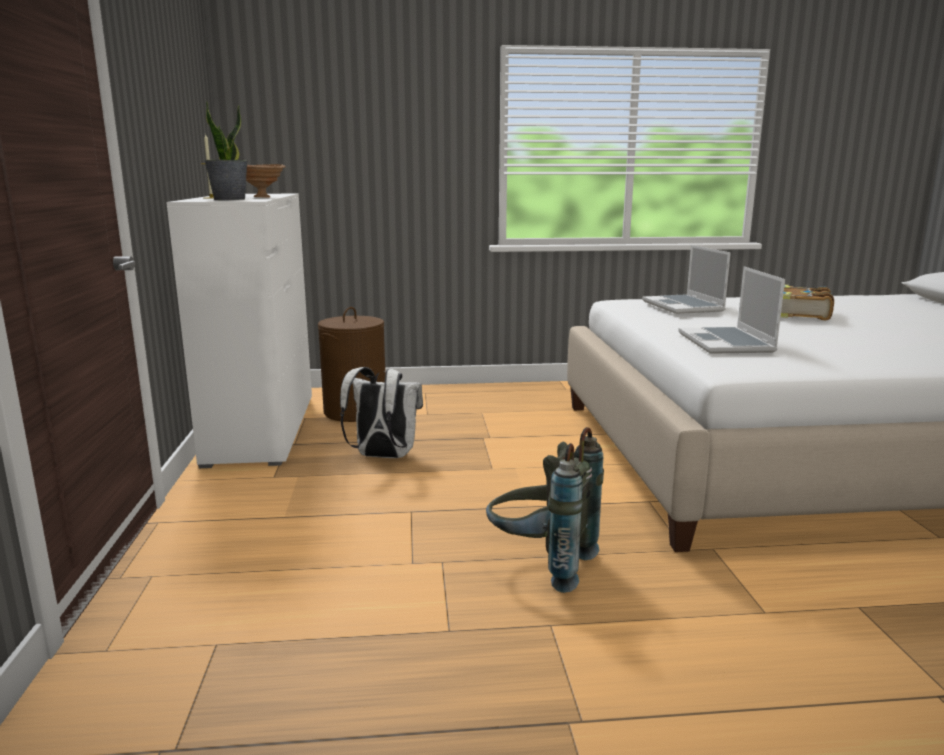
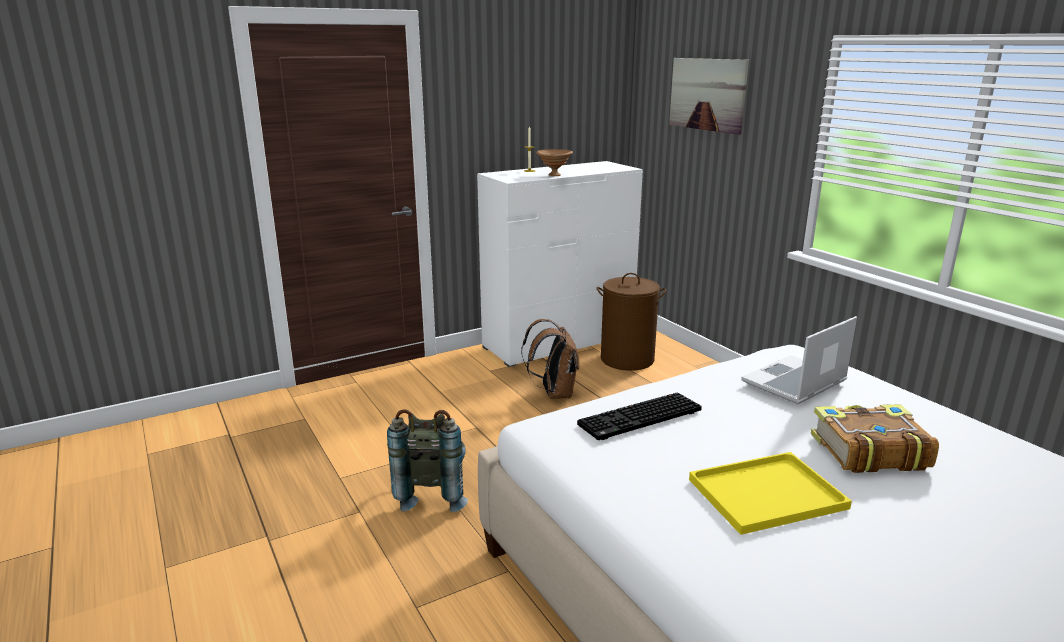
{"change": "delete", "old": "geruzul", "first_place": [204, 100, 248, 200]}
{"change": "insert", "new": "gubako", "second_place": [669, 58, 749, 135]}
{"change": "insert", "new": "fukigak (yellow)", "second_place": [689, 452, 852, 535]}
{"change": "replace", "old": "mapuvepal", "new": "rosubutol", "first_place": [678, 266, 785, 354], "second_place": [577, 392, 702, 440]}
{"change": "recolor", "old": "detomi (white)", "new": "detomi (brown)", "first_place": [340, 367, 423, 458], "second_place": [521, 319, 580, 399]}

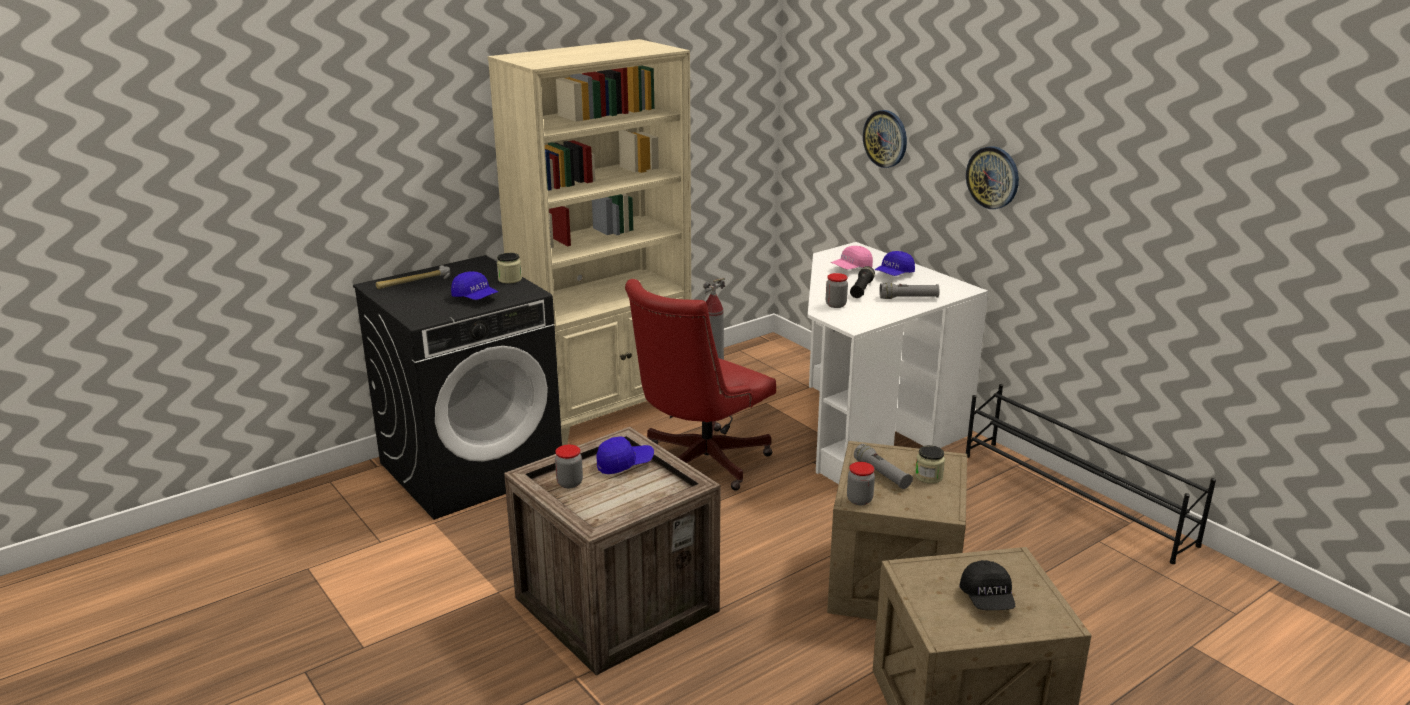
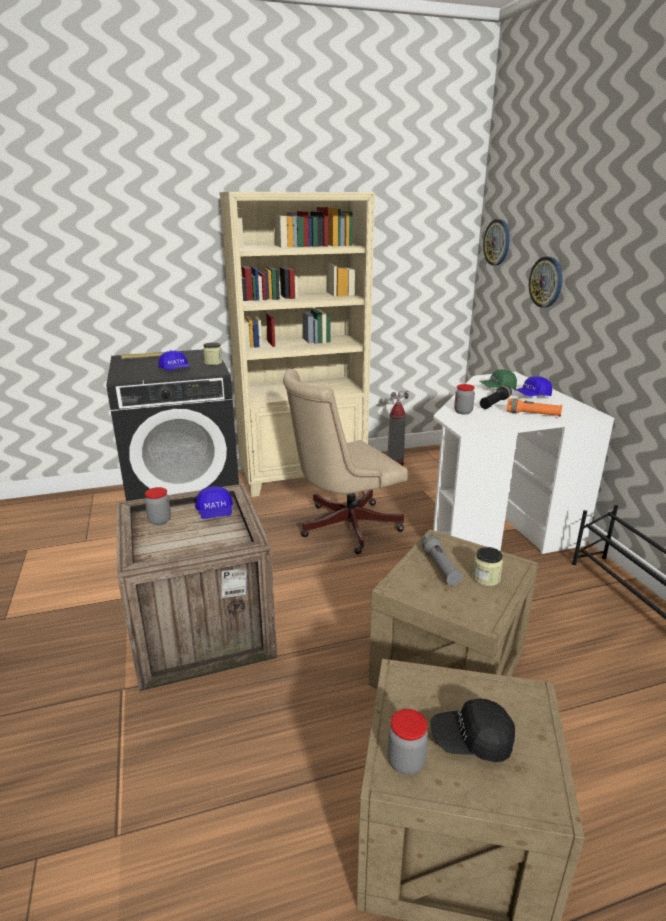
{"change": "move", "old": "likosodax", "first_place": [847, 462, 875, 505], "second_place": [388, 709, 428, 775]}
{"change": "move", "old": "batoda", "first_place": [966, 146, 1019, 209], "second_place": [483, 219, 510, 266]}
{"change": "recolor", "old": "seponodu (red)", "new": "seponodu (beige)", "first_place": [625, 279, 776, 491], "second_place": [283, 369, 408, 554]}
{"change": "recolor", "old": "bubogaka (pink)", "new": "bubogaka (green)", "first_place": [831, 246, 873, 269], "second_place": [480, 370, 517, 389]}
{"change": "recolor", "old": "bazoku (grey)", "new": "bazoku (orange)", "first_place": [879, 283, 939, 299], "second_place": [507, 398, 562, 417]}
{"change": "rotate", "old": "bubogaka (blue)", "first_place": [596, 436, 654, 474], "second_place": [195, 486, 233, 519], "degrees": 75}
{"change": "rotate", "old": "bubogaka (black)", "first_place": [960, 560, 1015, 610], "second_place": [430, 698, 515, 762], "degrees": 75}

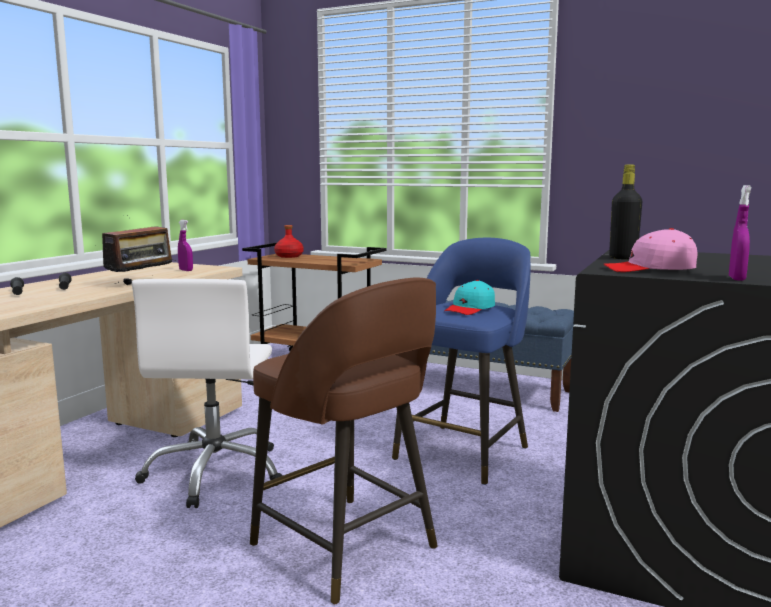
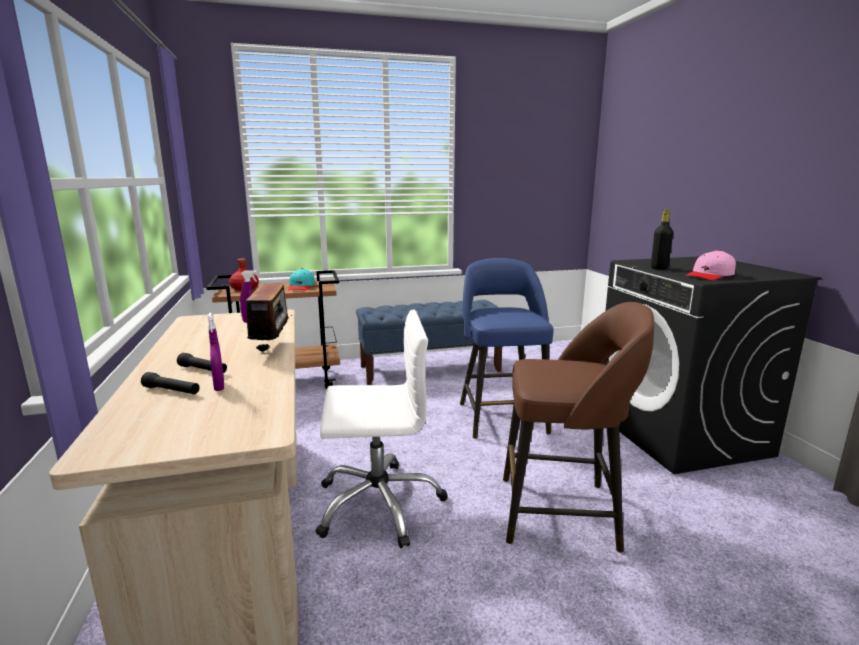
{"change": "move", "old": "bubogaka (turquoise)", "first_place": [444, 280, 495, 315], "second_place": [288, 268, 315, 290]}
{"change": "move", "old": "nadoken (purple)", "first_place": [729, 185, 751, 281], "second_place": [208, 313, 224, 391]}
{"change": "rotate", "old": "seponodu (white)", "first_place": [132, 279, 283, 508], "second_place": [315, 310, 448, 548], "degrees": -60}

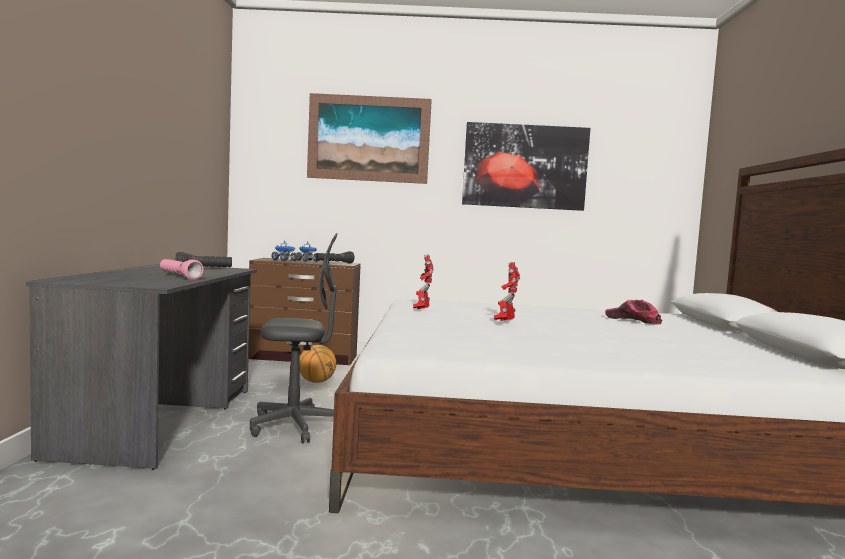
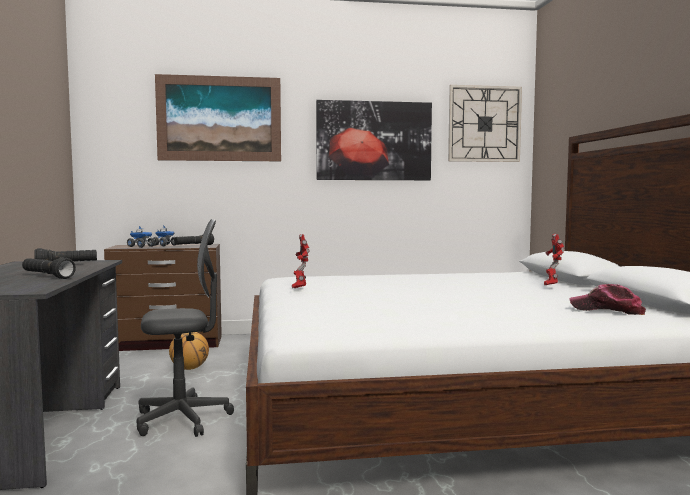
{"change": "insert", "new": "batoda", "second_place": [448, 85, 522, 162]}
{"change": "move", "old": "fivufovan", "first_place": [494, 262, 520, 321], "second_place": [544, 234, 565, 285]}
{"change": "move", "old": "bubogaka", "first_place": [605, 300, 662, 325], "second_place": [570, 284, 646, 315]}
{"change": "recolor", "old": "bazoku (pink)", "new": "bazoku (black)", "first_place": [160, 259, 204, 280], "second_place": [22, 258, 76, 279]}

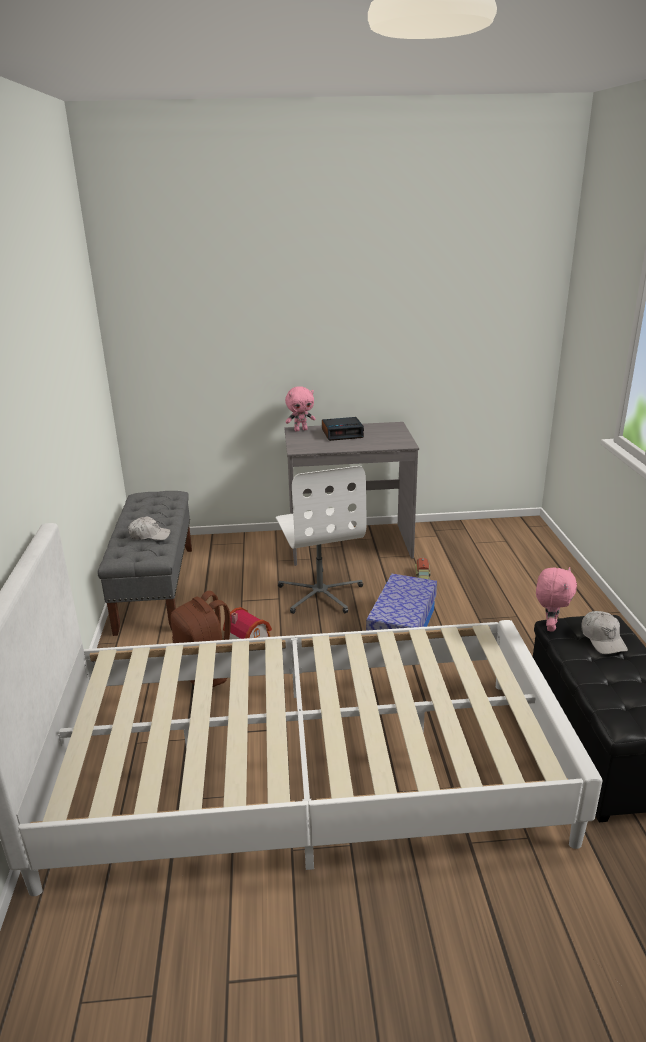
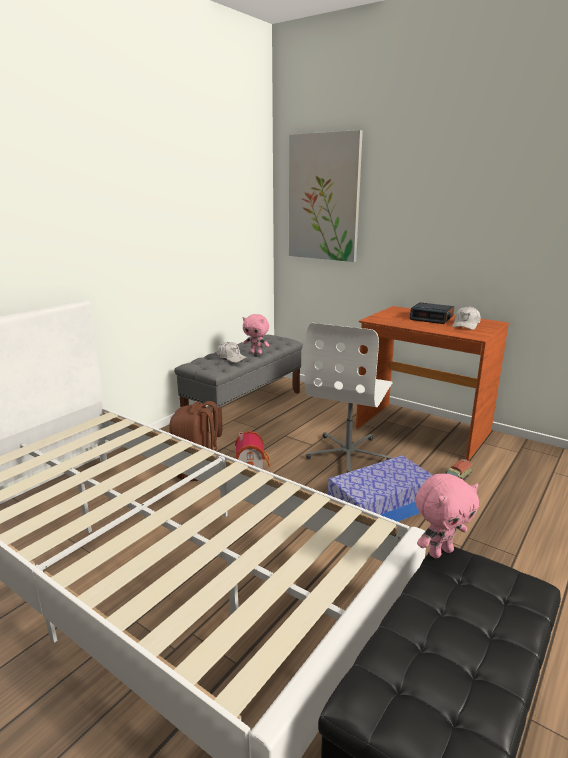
{"change": "insert", "new": "gubako", "second_place": [289, 130, 363, 262]}
{"change": "move", "old": "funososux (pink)", "first_place": [285, 386, 316, 431], "second_place": [243, 314, 269, 354]}
{"change": "move", "old": "bubogaka (white)", "first_place": [581, 611, 628, 654], "second_place": [452, 306, 481, 330]}
{"change": "recolor", "old": "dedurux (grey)", "new": "dedurux (brown)", "first_place": [284, 422, 419, 566], "second_place": [356, 306, 509, 461]}

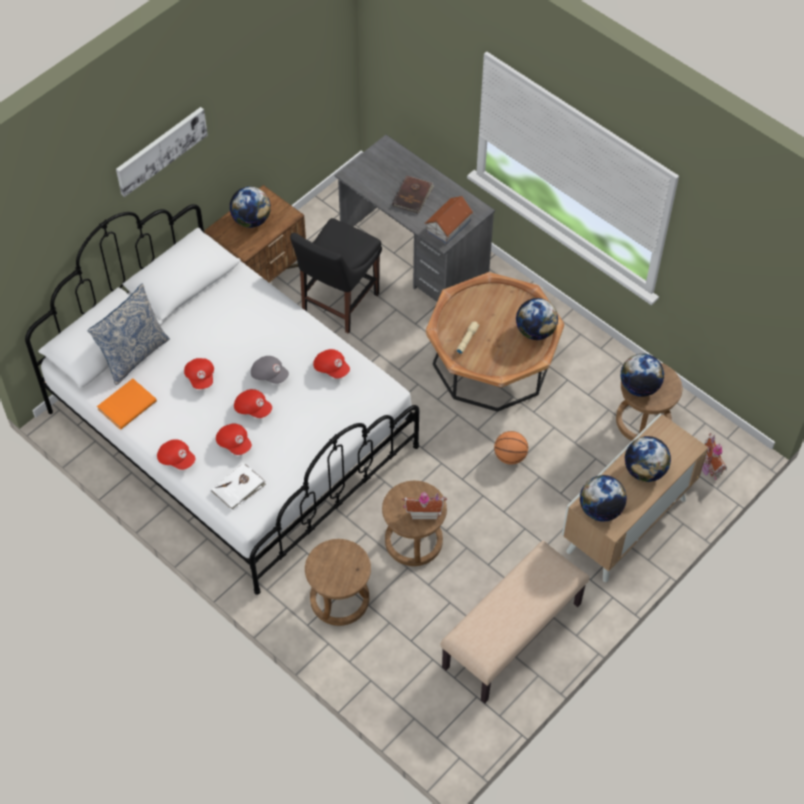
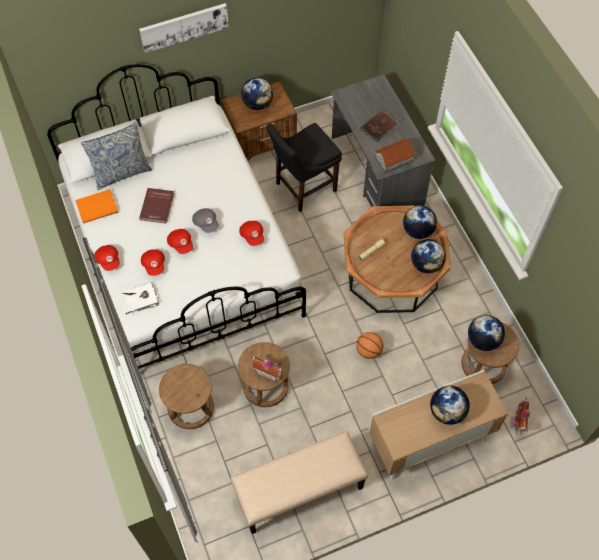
{"change": "move", "old": "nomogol", "first_place": [580, 475, 627, 522], "second_place": [403, 205, 437, 239]}
{"change": "replace", "old": "bubogaka (red)", "new": "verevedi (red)", "first_place": [184, 358, 214, 389], "second_place": [139, 188, 175, 224]}

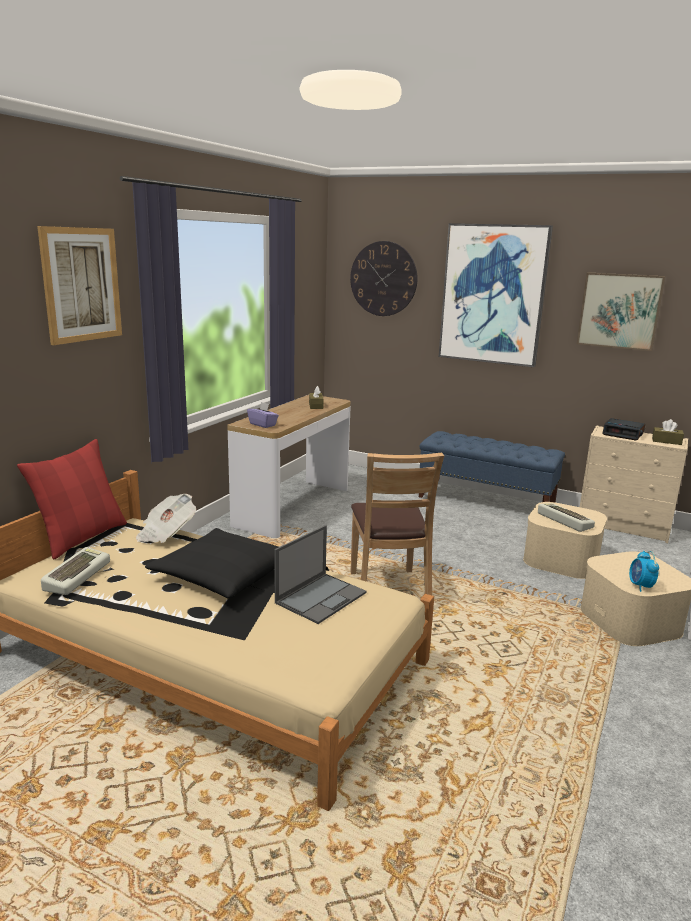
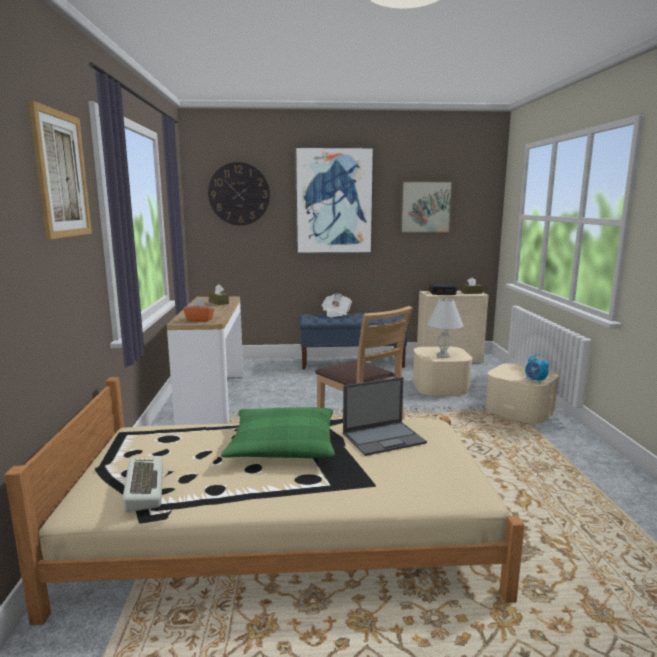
{"change": "delete", "old": "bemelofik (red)", "first_place": [17, 439, 127, 559]}
{"change": "move", "old": "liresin", "first_place": [136, 494, 196, 543], "second_place": [321, 294, 352, 317]}
{"change": "replace", "old": "rosubutol", "new": "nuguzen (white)", "first_place": [538, 503, 595, 532], "second_place": [427, 299, 464, 358]}
{"change": "recolor", "old": "bemelofik (black)", "new": "bemelofik (green)", "first_place": [145, 528, 278, 599], "second_place": [221, 407, 335, 458]}
{"change": "recolor", "old": "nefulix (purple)", "new": "nefulix (orange)", "first_place": [247, 402, 279, 428], "second_place": [183, 299, 214, 322]}
{"change": "rotate", "old": "mapuvepal", "first_place": [274, 525, 367, 624], "second_place": [343, 377, 427, 456], "degrees": 60}

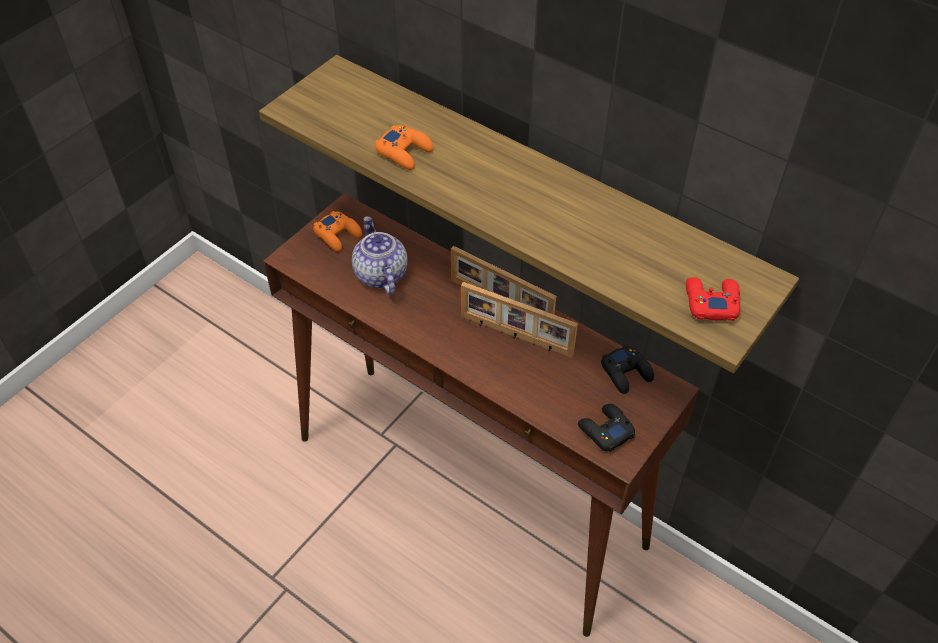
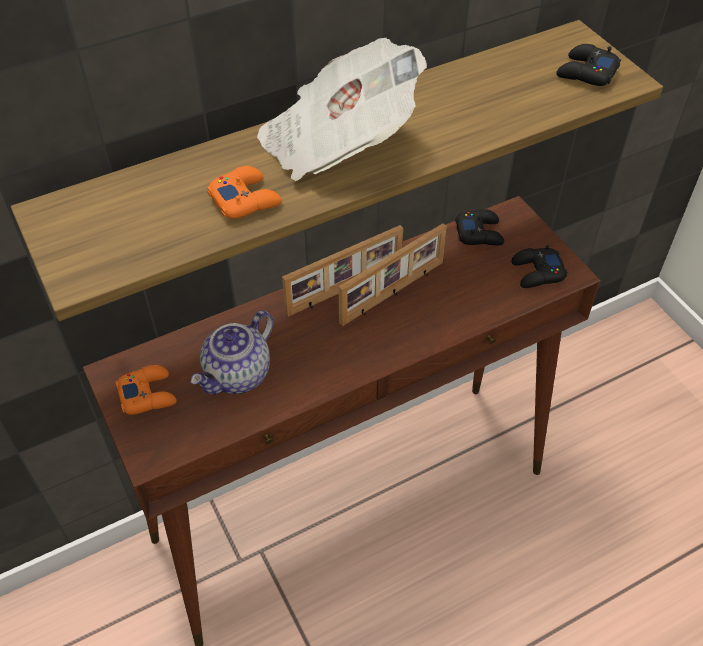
{"change": "insert", "new": "liresin", "second_place": [257, 38, 427, 181]}
{"change": "recolor", "old": "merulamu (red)", "new": "merulamu (black)", "first_place": [686, 277, 740, 321], "second_place": [556, 44, 621, 86]}
{"change": "rotate", "old": "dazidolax", "first_place": [352, 216, 408, 295], "second_place": [191, 310, 273, 395], "degrees": -60}

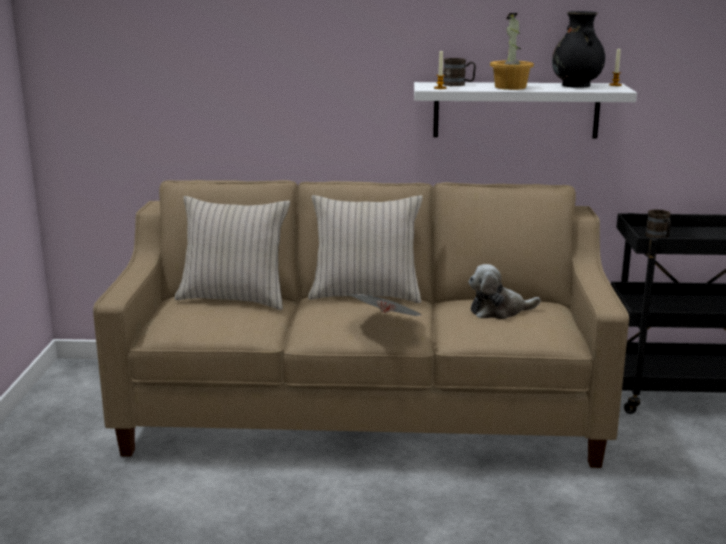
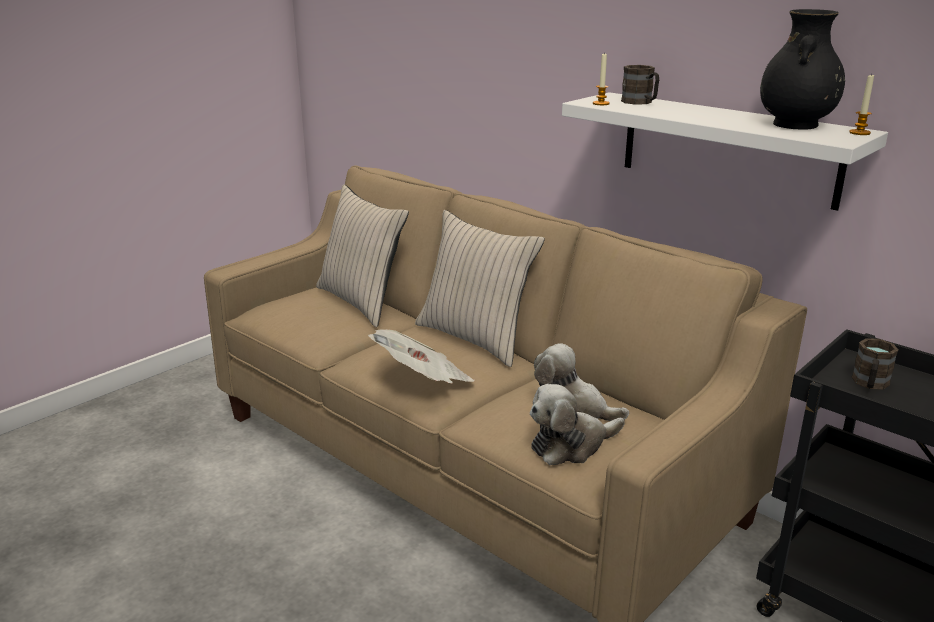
{"change": "delete", "old": "geruzul", "first_place": [490, 13, 534, 90]}
{"change": "insert", "new": "funososux", "second_place": [530, 384, 625, 465]}

